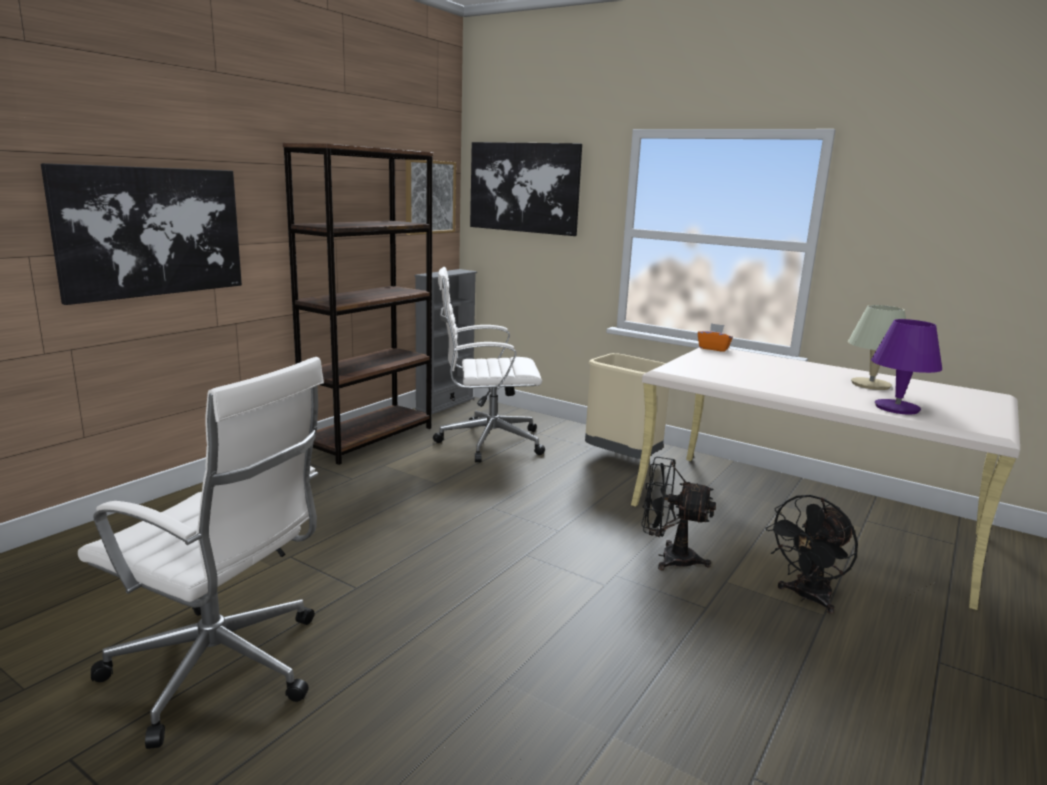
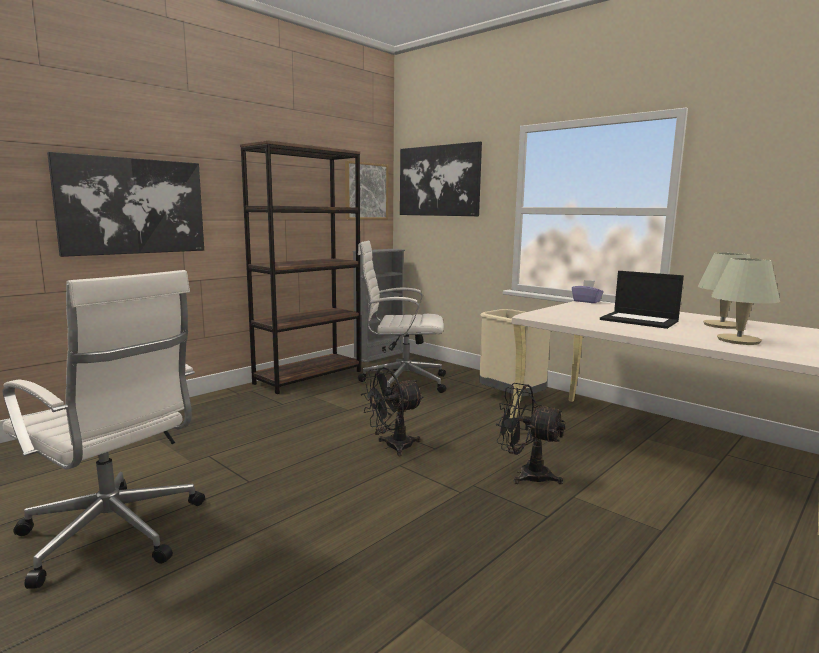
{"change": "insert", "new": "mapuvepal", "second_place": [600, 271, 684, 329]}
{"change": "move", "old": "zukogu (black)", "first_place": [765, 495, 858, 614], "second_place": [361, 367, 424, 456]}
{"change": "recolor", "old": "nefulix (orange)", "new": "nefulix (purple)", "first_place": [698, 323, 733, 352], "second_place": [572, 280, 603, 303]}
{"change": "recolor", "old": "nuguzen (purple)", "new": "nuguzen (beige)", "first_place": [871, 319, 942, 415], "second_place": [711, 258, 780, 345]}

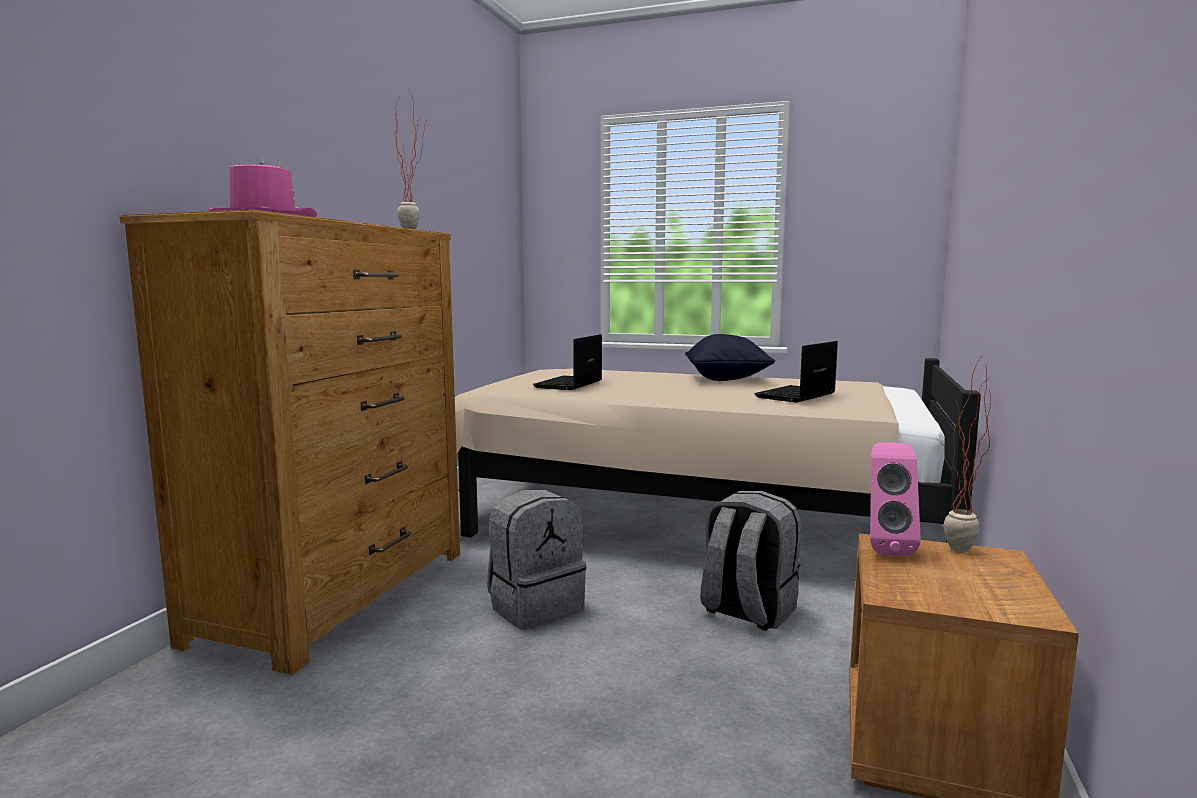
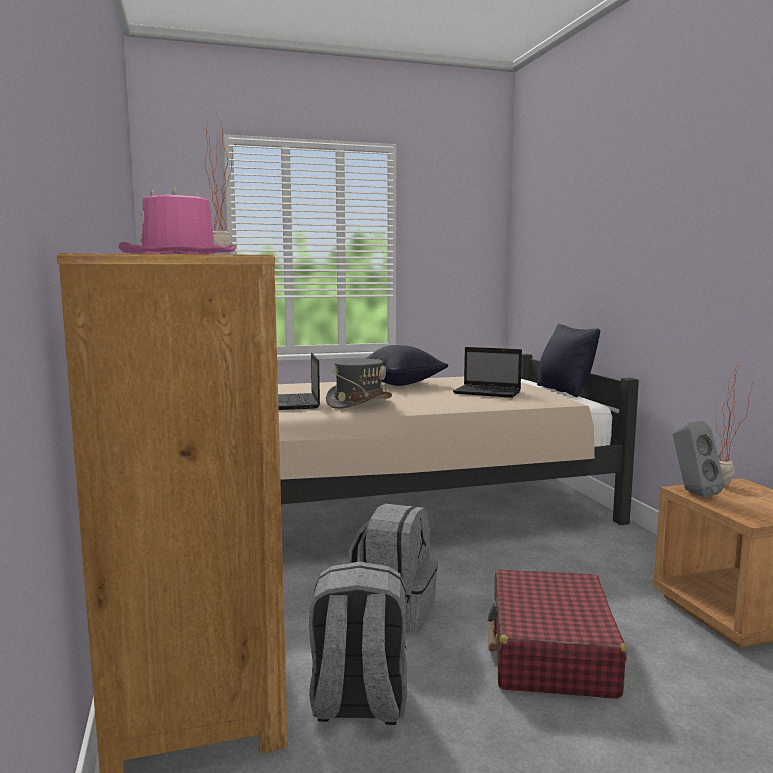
{"change": "insert", "new": "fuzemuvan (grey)", "second_place": [326, 359, 392, 409]}
{"change": "insert", "new": "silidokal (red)", "second_place": [488, 569, 627, 699]}
{"change": "insert", "new": "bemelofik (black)", "second_place": [537, 324, 600, 397]}
{"change": "move", "old": "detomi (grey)", "first_place": [700, 491, 801, 631], "second_place": [309, 562, 407, 725]}
{"change": "recolor", "old": "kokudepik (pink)", "new": "kokudepik (grey)", "first_place": [870, 442, 921, 556], "second_place": [673, 421, 725, 497]}
{"change": "rotate", "old": "mapuvepal", "first_place": [755, 341, 838, 403], "second_place": [453, 347, 522, 398], "degrees": -75}

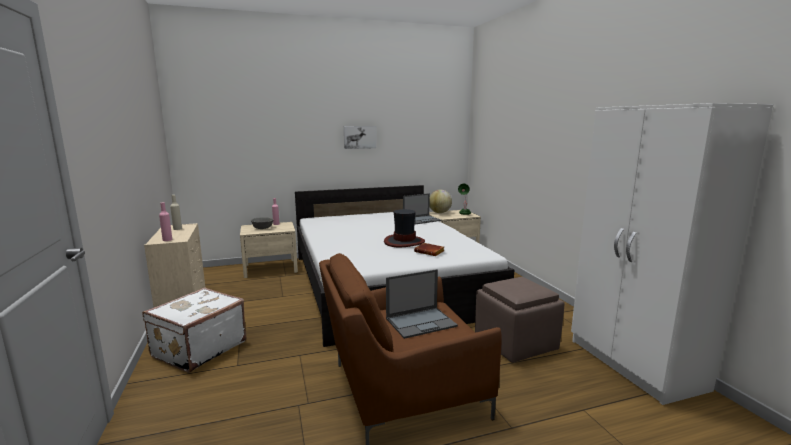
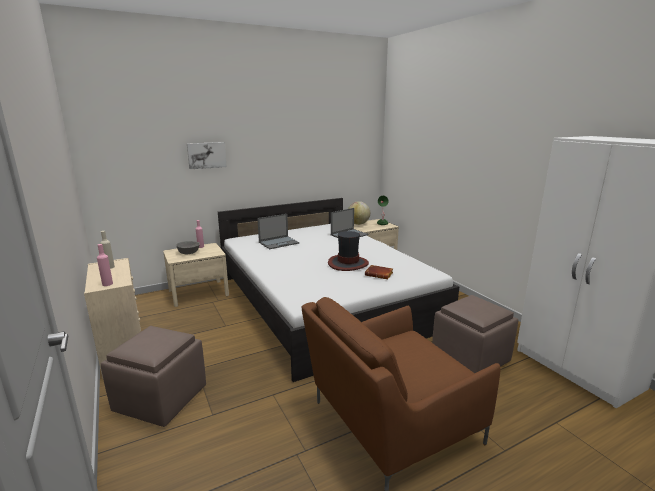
{"change": "move", "old": "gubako", "first_place": [344, 126, 376, 149], "second_place": [187, 142, 227, 169]}
{"change": "move", "old": "mapuvepal", "first_place": [386, 269, 458, 339], "second_place": [257, 214, 299, 249]}
{"change": "replace", "old": "silidokal (white)", "new": "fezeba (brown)", "first_place": [142, 287, 247, 373], "second_place": [100, 326, 206, 427]}

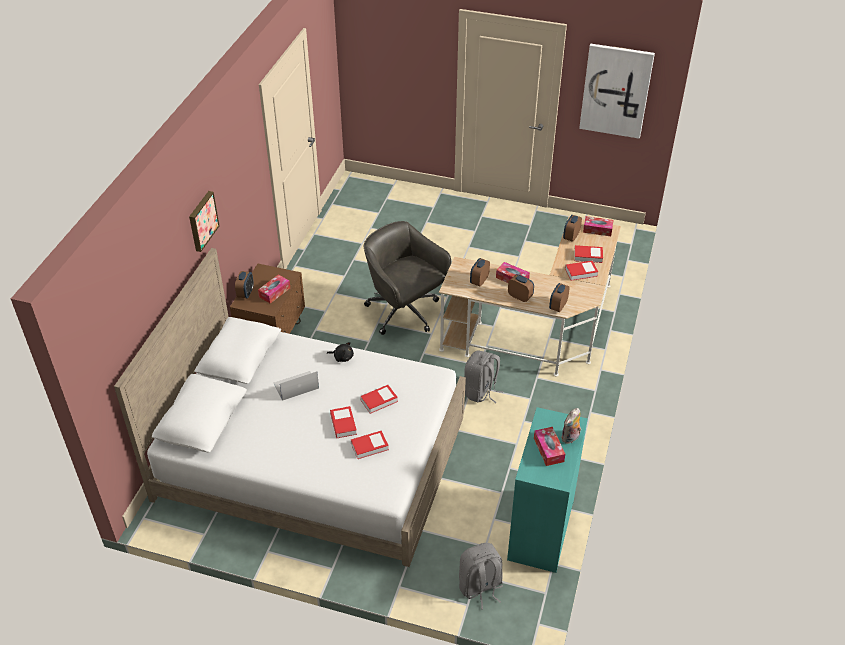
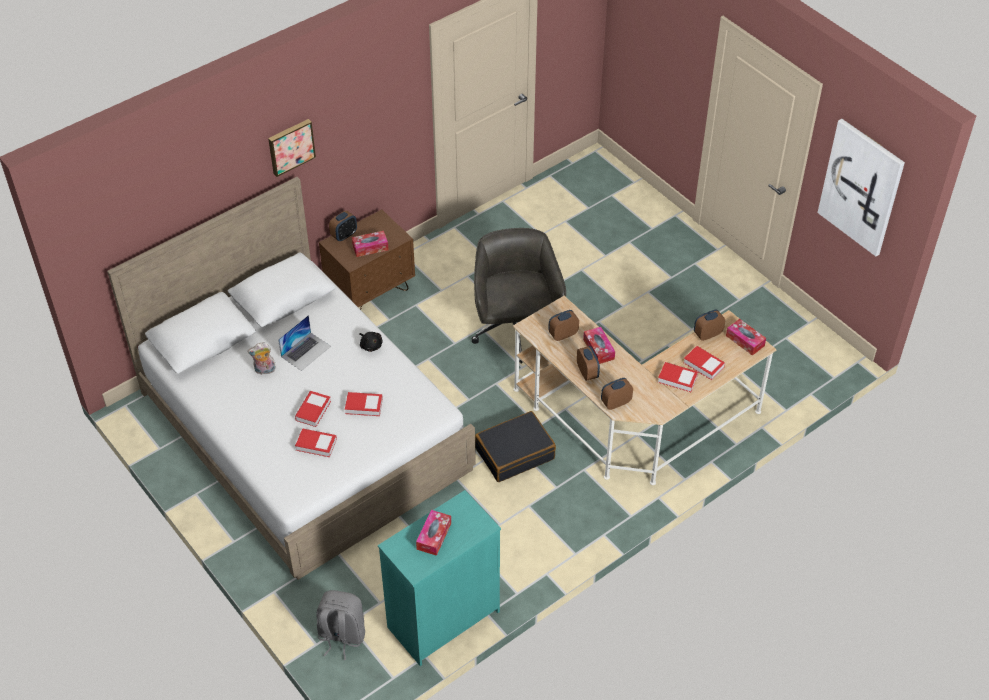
{"change": "move", "old": "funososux", "first_place": [561, 408, 581, 444], "second_place": [247, 342, 276, 375]}
{"change": "replace", "old": "detomi (grey)", "new": "silidokal (black)", "first_place": [464, 350, 503, 403], "second_place": [475, 411, 556, 482]}
{"change": "rotate", "old": "mapuvepal", "first_place": [274, 371, 319, 401], "second_place": [278, 315, 331, 371], "degrees": 120}

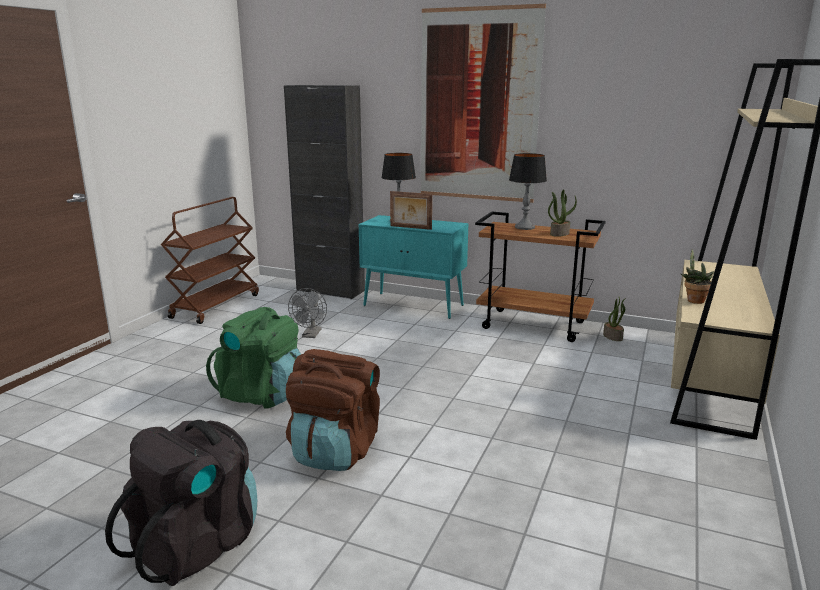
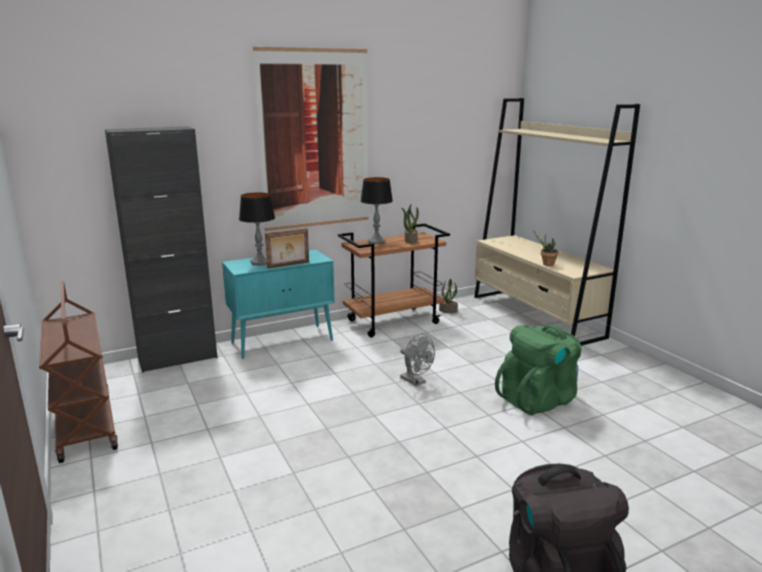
{"change": "delete", "old": "detomi (brown)", "first_place": [286, 349, 380, 471]}
{"change": "move", "old": "detomi (green)", "first_place": [206, 307, 301, 408], "second_place": [495, 324, 582, 416]}
{"change": "move", "old": "zukogu (grey)", "first_place": [288, 288, 327, 338], "second_place": [400, 334, 435, 386]}

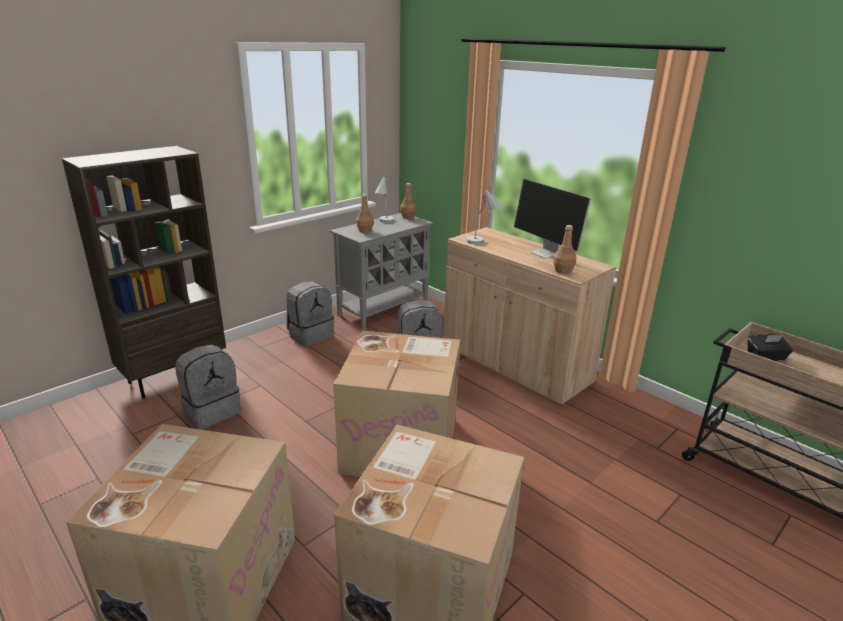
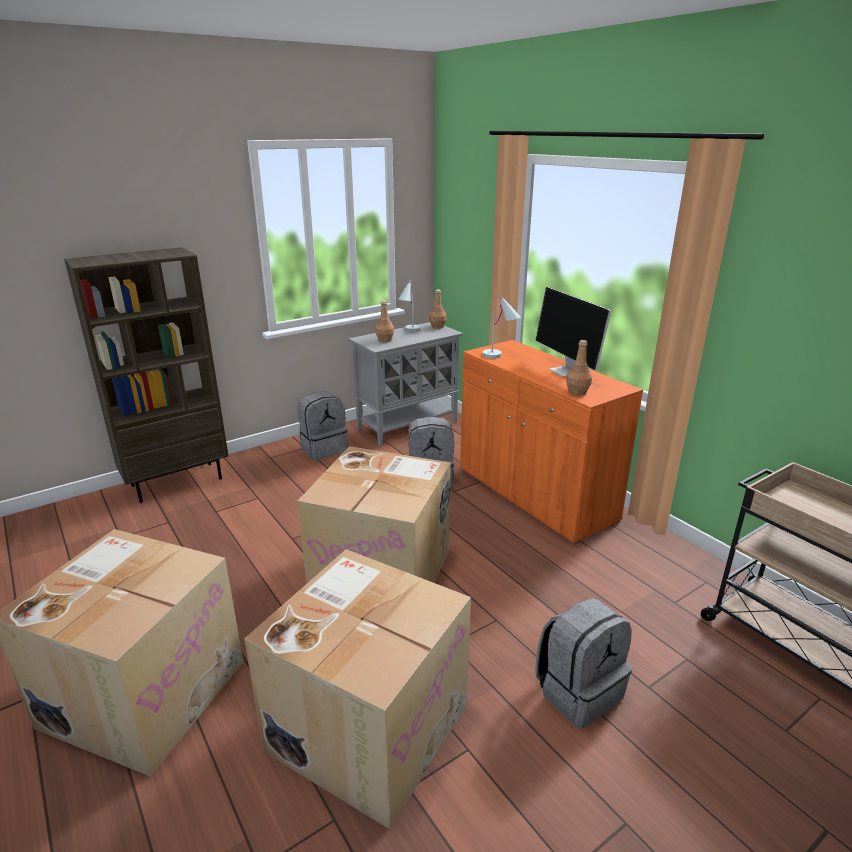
{"change": "delete", "old": "nefulix (black)", "first_place": [748, 334, 793, 361]}
{"change": "move", "old": "detomi (grey)", "first_place": [175, 345, 241, 429], "second_place": [535, 598, 632, 728]}
{"change": "recolor", "old": "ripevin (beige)", "new": "ripevin (orange)", "first_place": [444, 227, 616, 406], "second_place": [460, 340, 643, 544]}

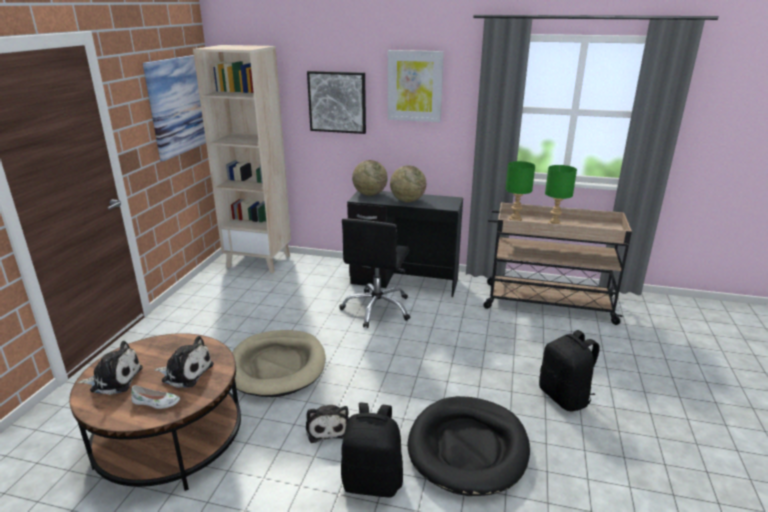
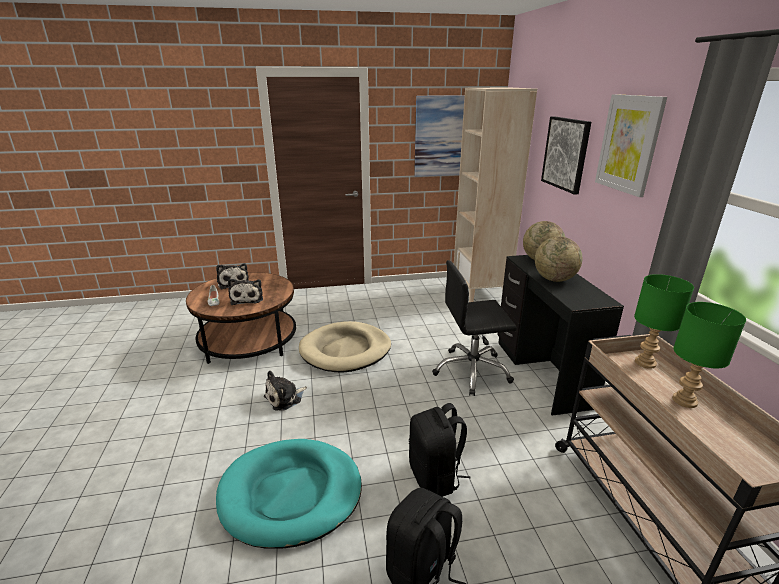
{"change": "move", "old": "detomi (black)", "first_place": [341, 403, 403, 498], "second_place": [409, 403, 470, 497]}
{"change": "recolor", "old": "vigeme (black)", "new": "vigeme (turquoise)", "first_place": [408, 396, 530, 496], "second_place": [216, 439, 362, 549]}

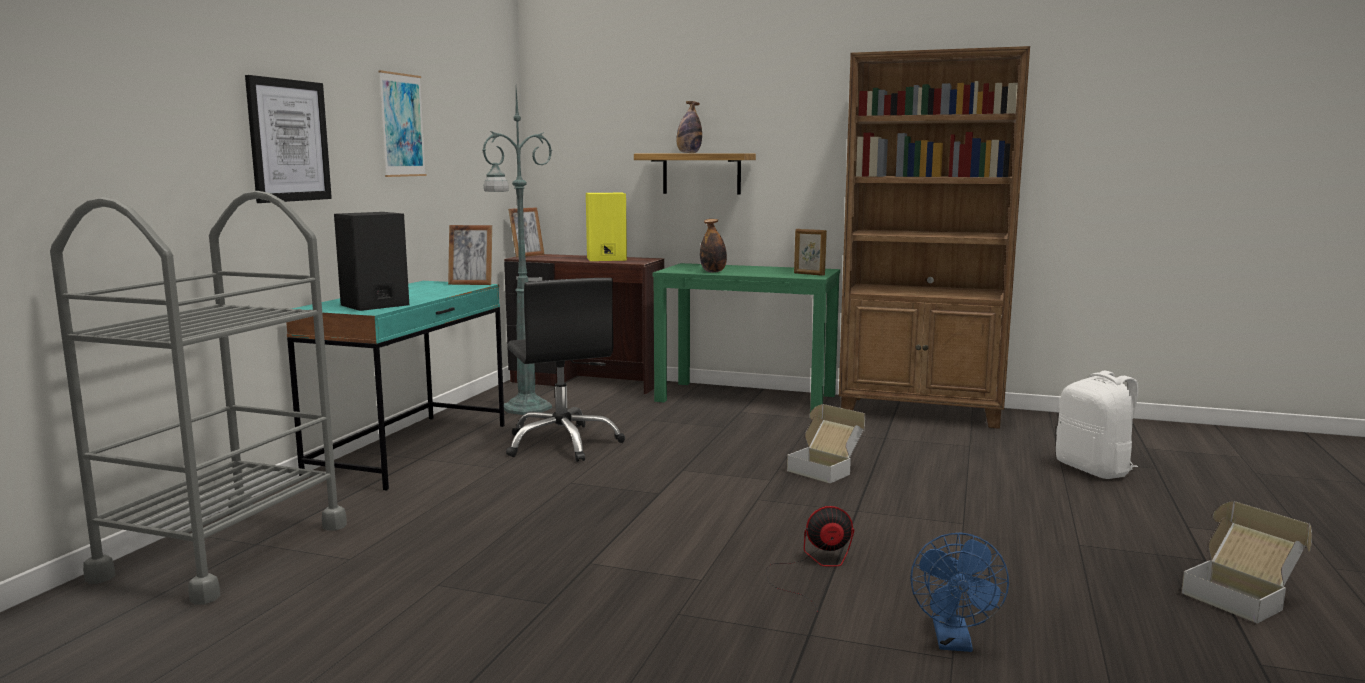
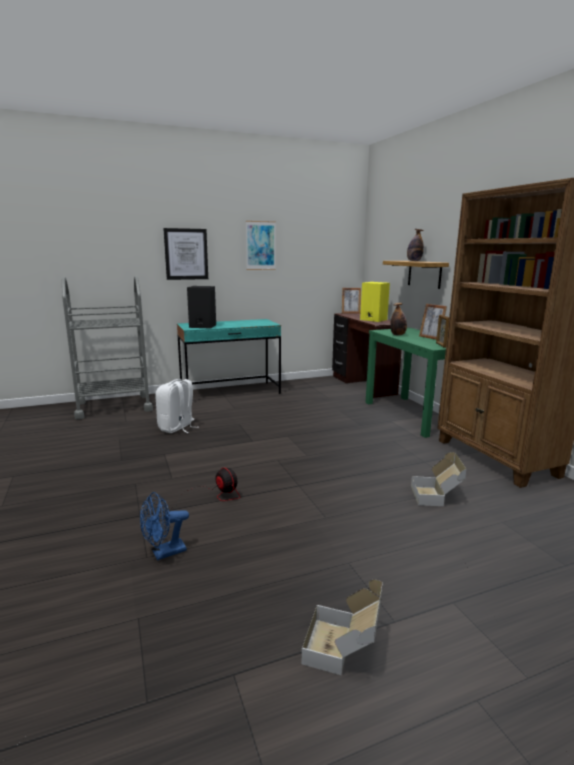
{"change": "delete", "old": "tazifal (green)", "first_place": [482, 89, 552, 415]}
{"change": "delete", "old": "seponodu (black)", "first_place": [506, 278, 625, 462]}
{"change": "move", "old": "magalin", "first_place": [448, 225, 492, 285], "second_place": [419, 304, 447, 340]}
{"change": "move", "old": "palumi", "first_place": [787, 404, 865, 483], "second_place": [411, 452, 466, 506]}
{"change": "move", "old": "detomi (white)", "first_place": [1056, 370, 1138, 479], "second_place": [156, 379, 199, 433]}

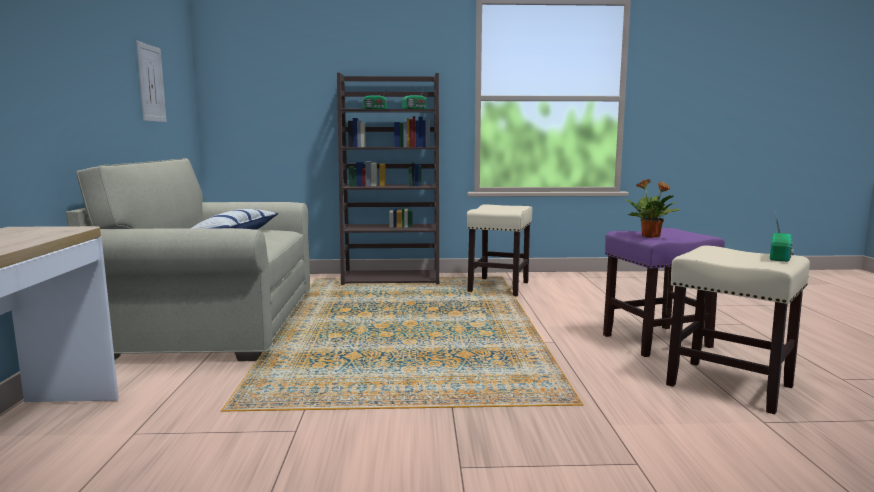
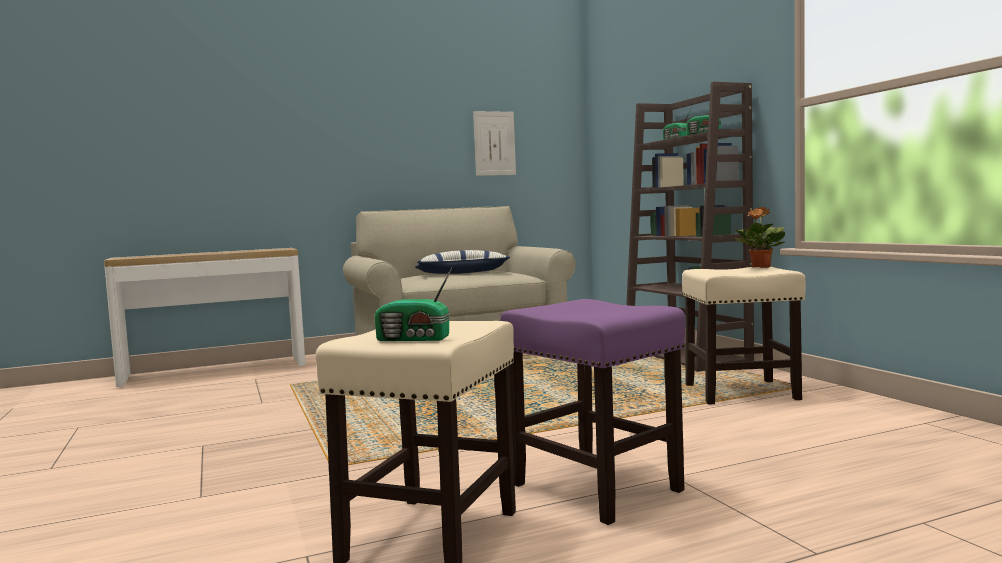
{"change": "move", "old": "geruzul", "first_place": [626, 179, 681, 238], "second_place": [734, 207, 785, 268]}

